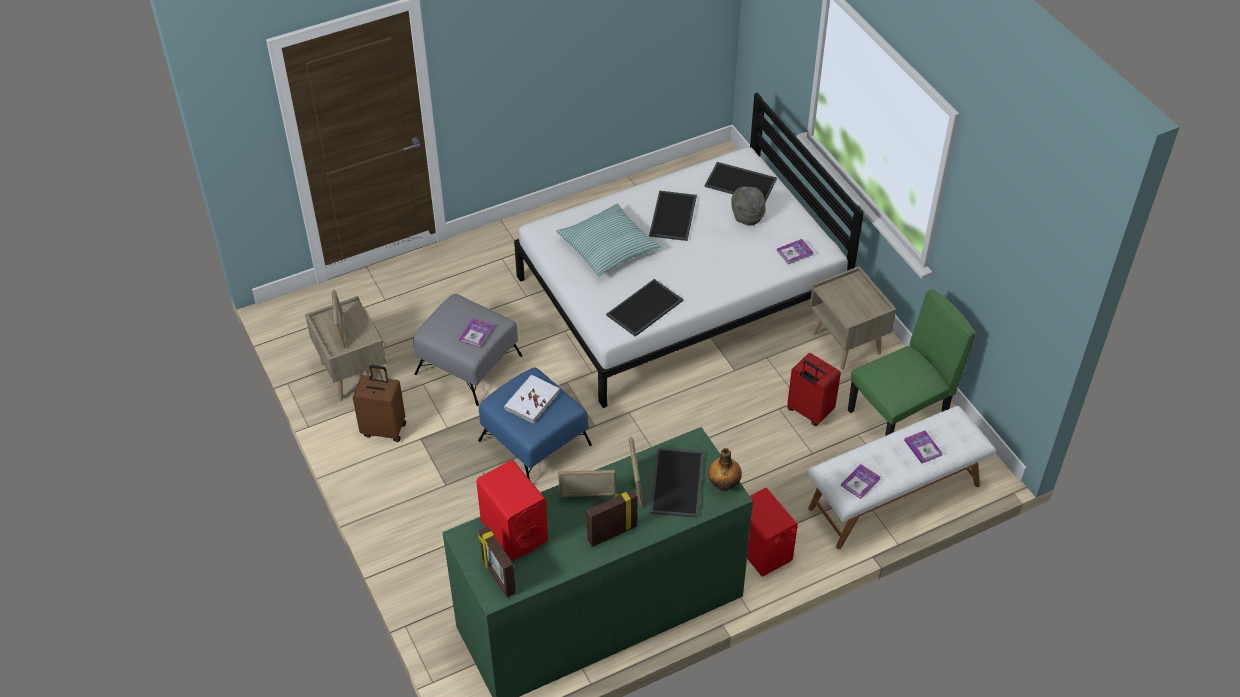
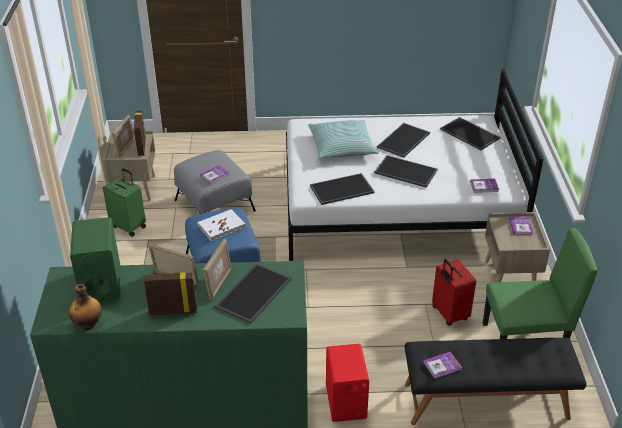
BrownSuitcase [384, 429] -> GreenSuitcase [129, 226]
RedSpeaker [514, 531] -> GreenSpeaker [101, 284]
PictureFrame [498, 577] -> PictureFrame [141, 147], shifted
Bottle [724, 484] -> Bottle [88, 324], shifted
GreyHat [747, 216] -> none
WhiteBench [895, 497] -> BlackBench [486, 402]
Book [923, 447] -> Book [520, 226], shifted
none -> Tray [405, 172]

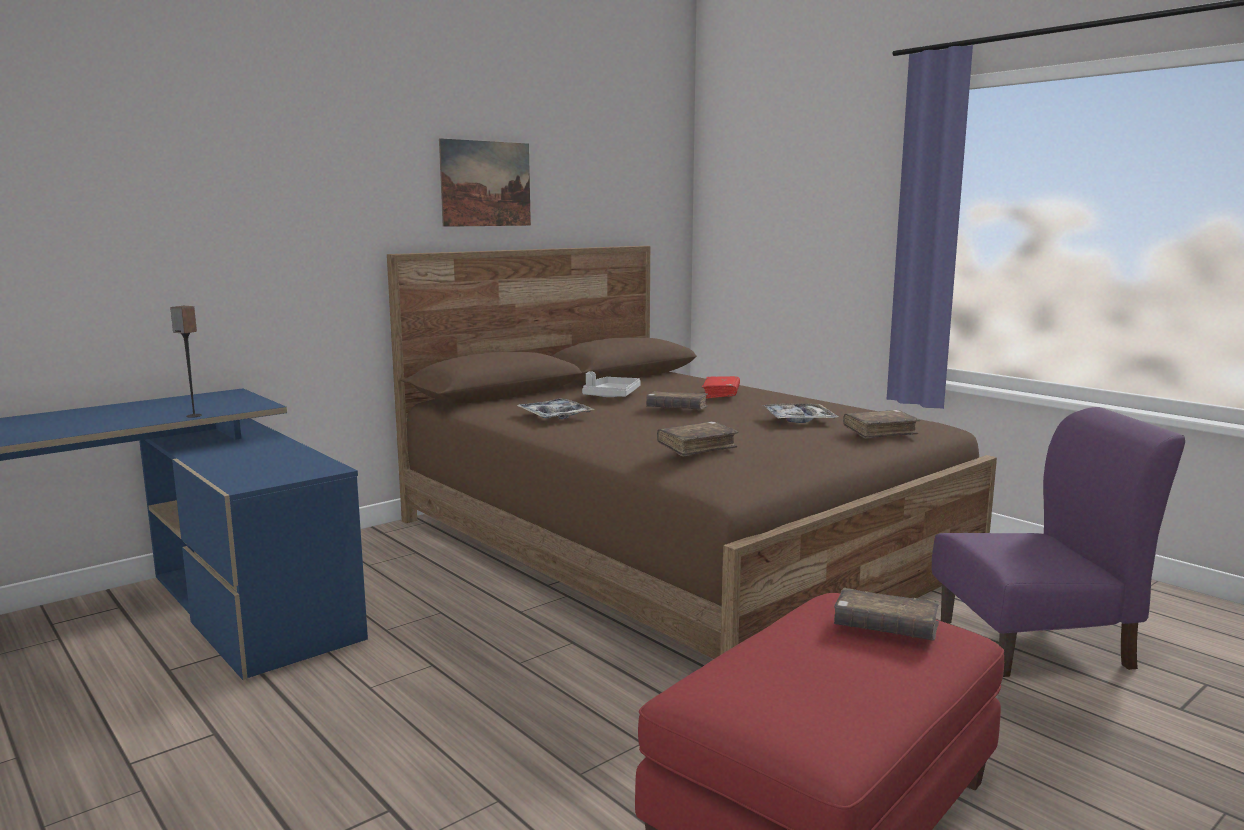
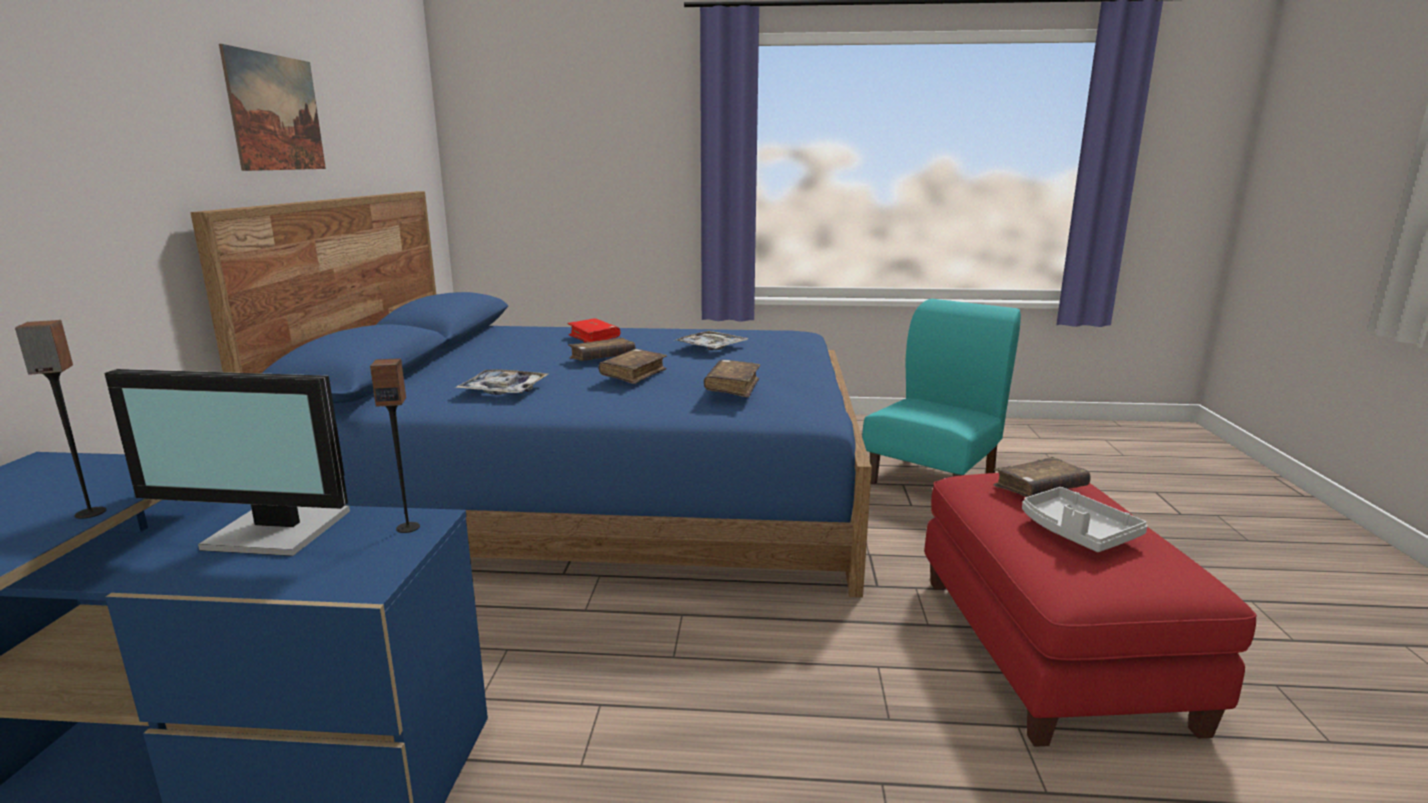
BrownBed [673, 542] -> BlueBed [601, 491]
GreyTray [611, 395] -> GreyTray [1076, 532], shifted
BrownBook [880, 432] -> BrownBook [633, 374], shifted
PurpleChair [1035, 643] -> TurquoiseChair [934, 477]
none -> Monitor [276, 532]
none -> Speaker [408, 527]

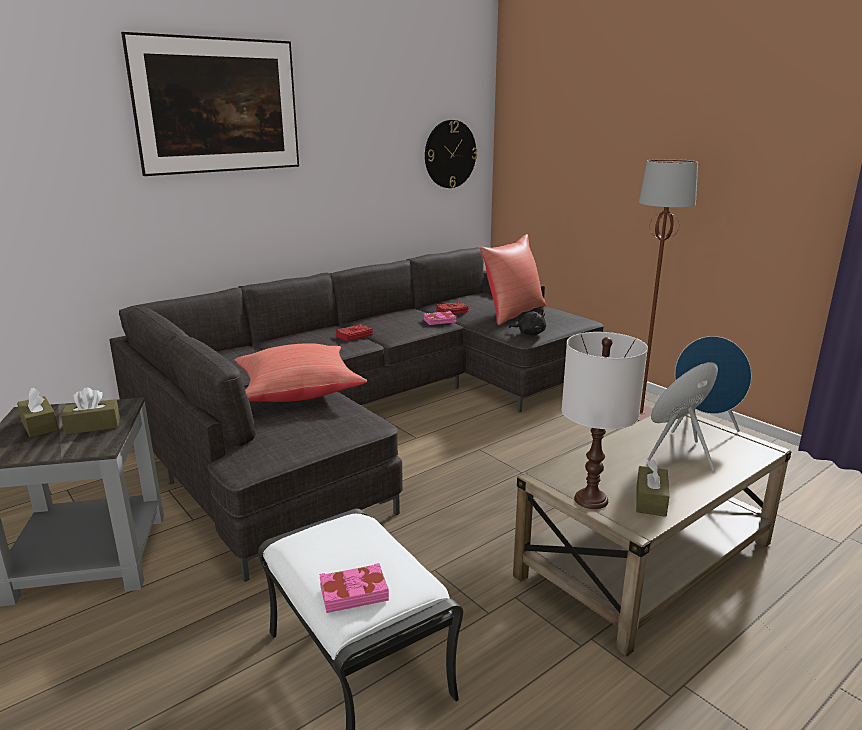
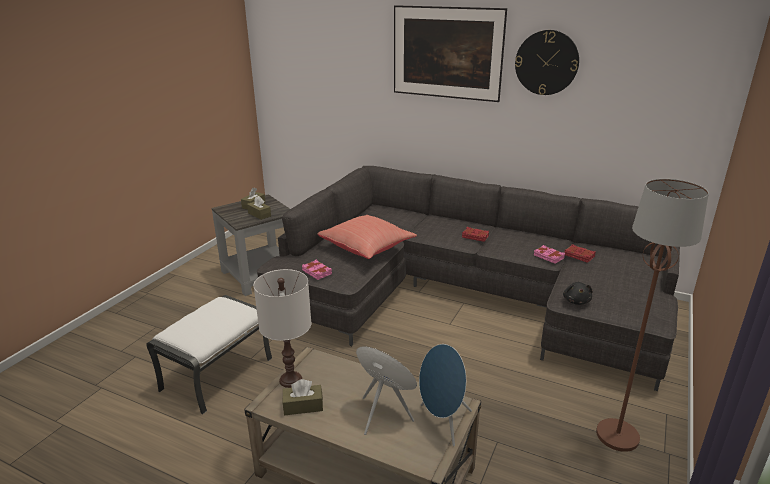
PinkBook [353, 593] -> PinkBook [317, 272], shifted
WallClock [450, 154] -> WallClock [546, 62], shifted
RedPillow [512, 313] -> none

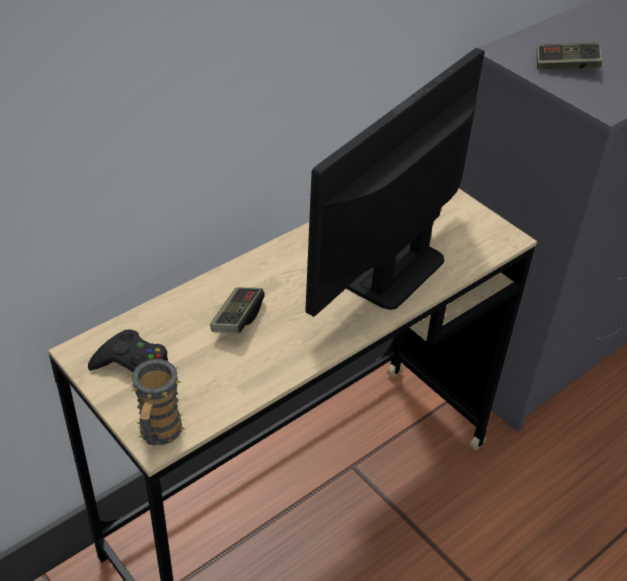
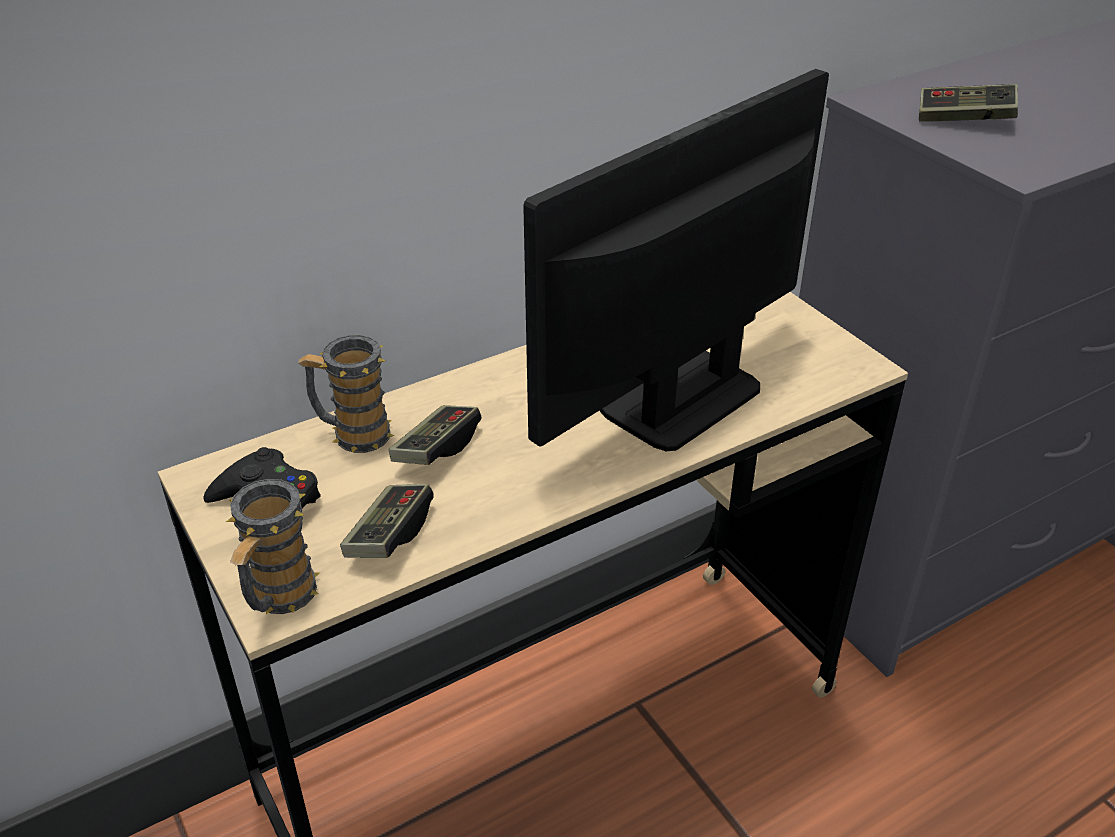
none -> Mug [352, 434]
none -> GameController [389, 535]

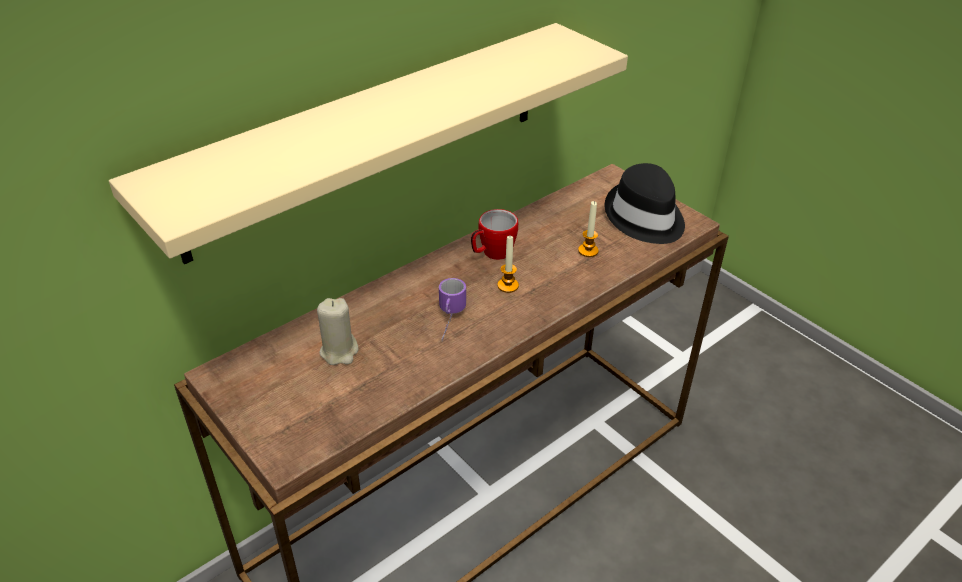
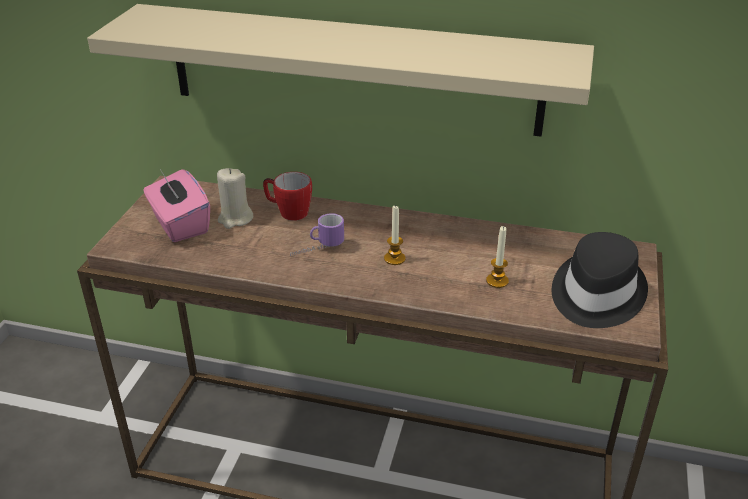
Mug [492, 254] -> Mug [288, 212], shifted
none -> PinkTissueBox [180, 224]

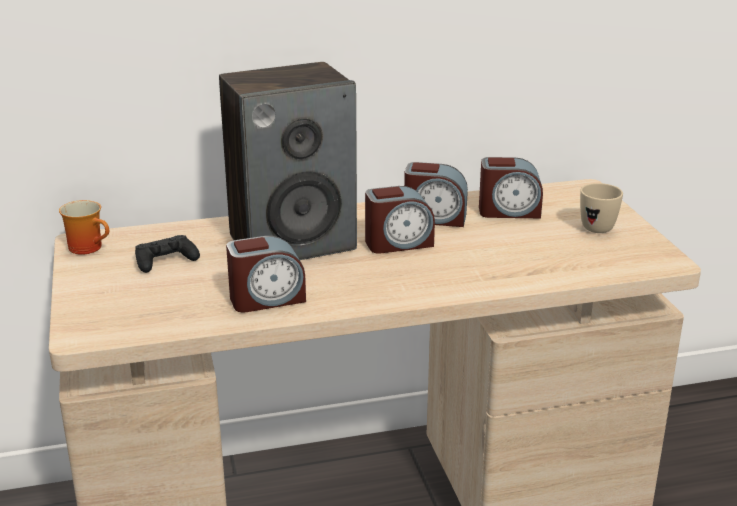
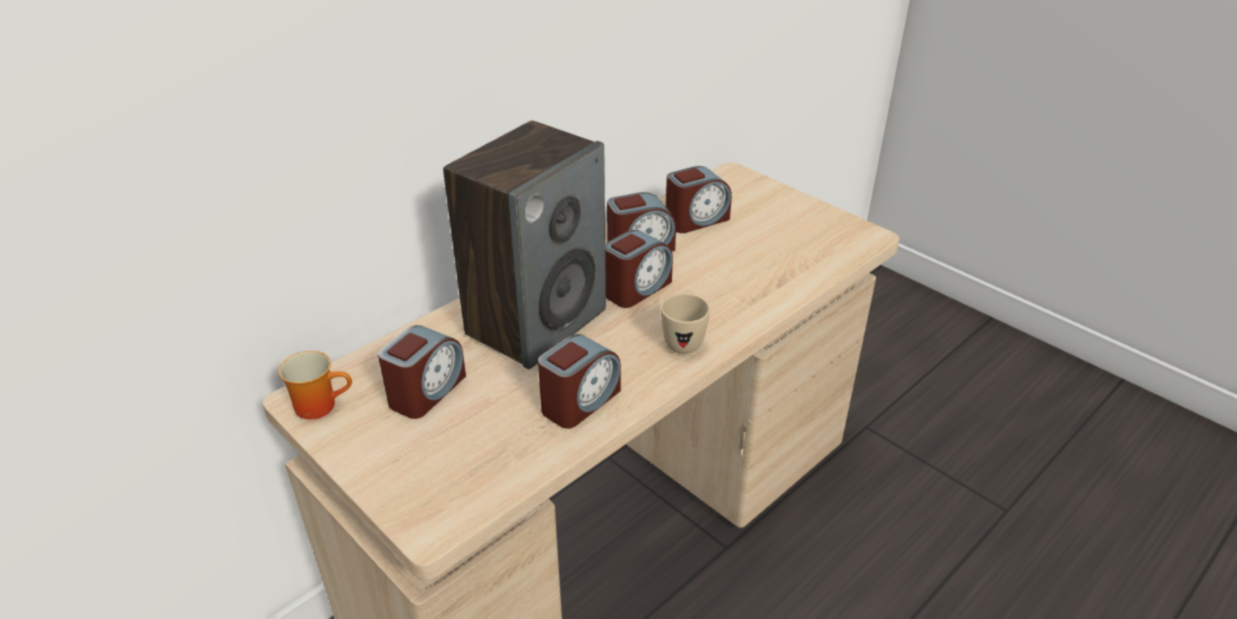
BlackGameController [165, 261] -> AlarmClock [426, 391]
BeigeMug [601, 226] -> BeigeMug [684, 340], shifted

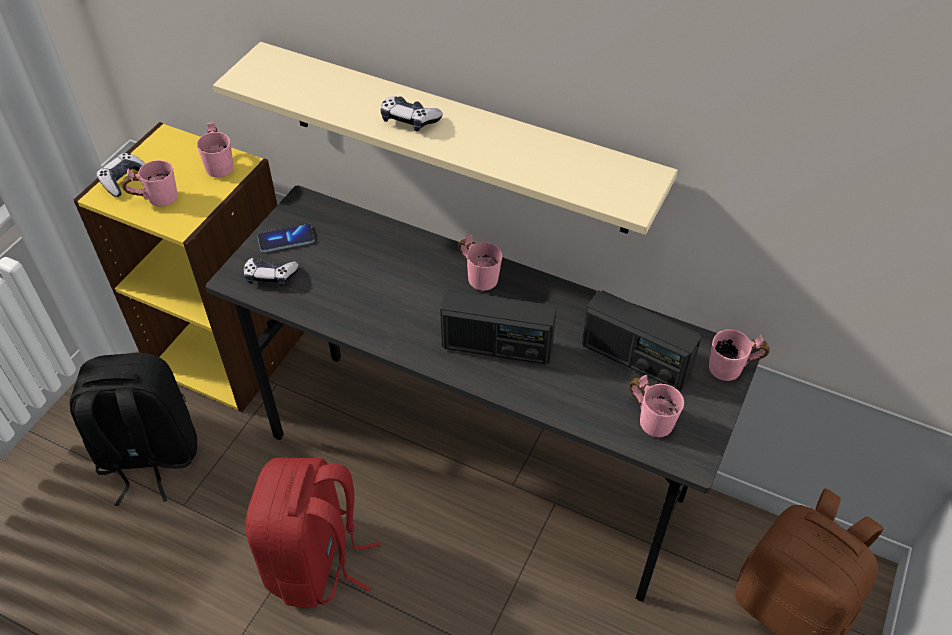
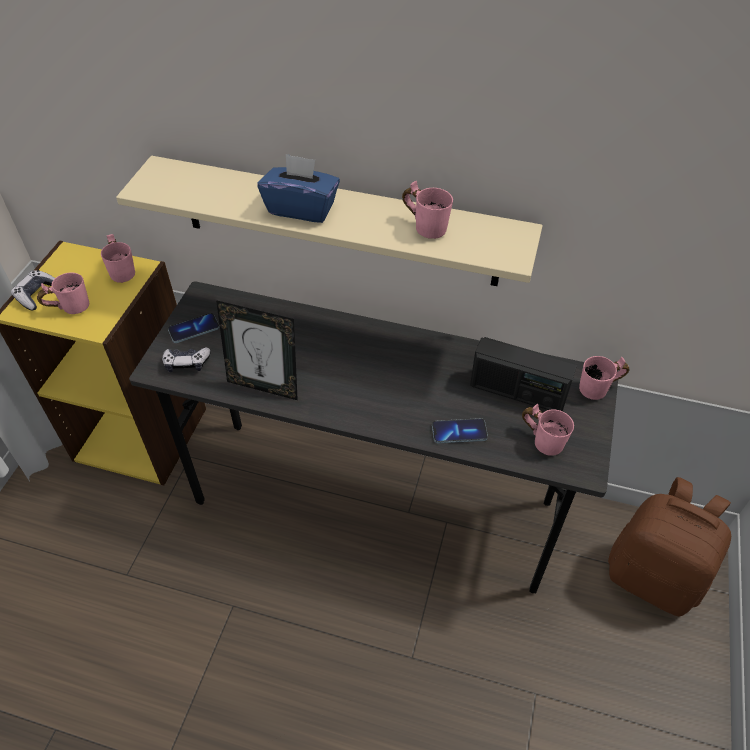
BlackBackpack [148, 456] -> none
RedBackpack [316, 561] -> none
GameController [409, 120] -> BlueTissueBox [301, 208]
Radio [497, 347] -> none
PinkMug [481, 275] -> PinkMug [427, 226], shifted
none -> PictureFrame [264, 386]
none -> Phone [459, 432]

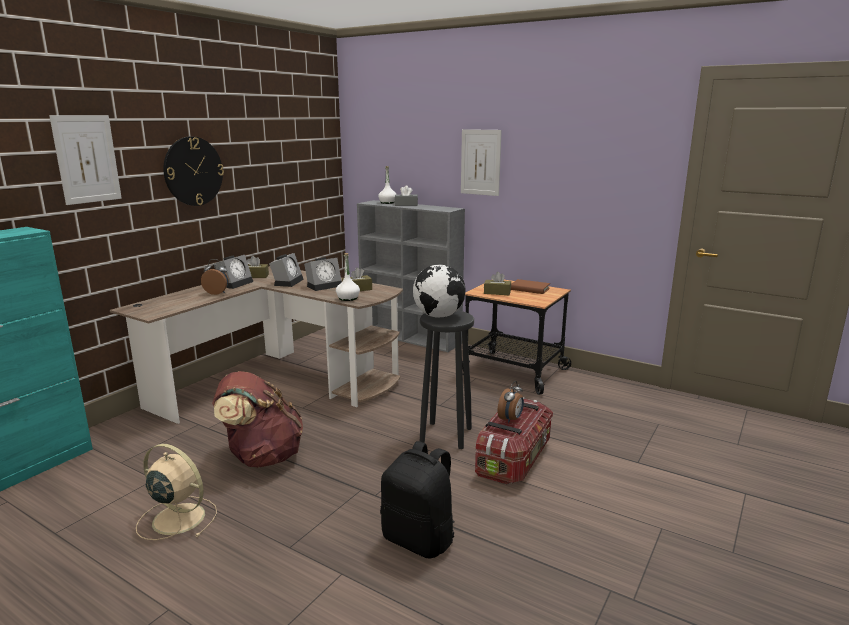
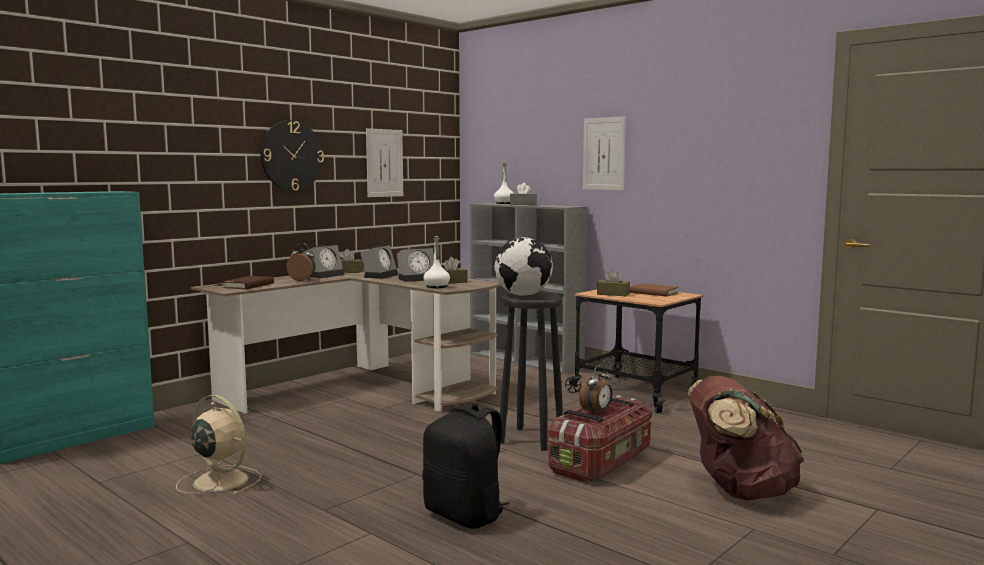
Picture [87, 159] -> Picture [384, 163], shifted
BrownBackpack [262, 457] -> BrownBackpack [739, 491], shifted
none -> BrownBook [249, 285]

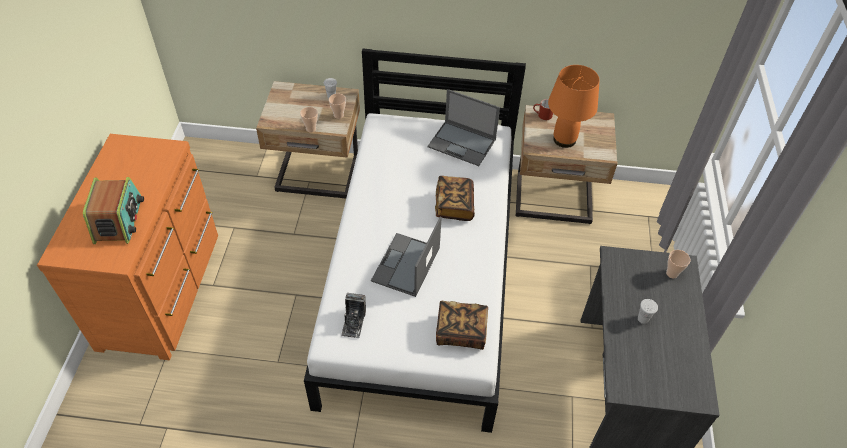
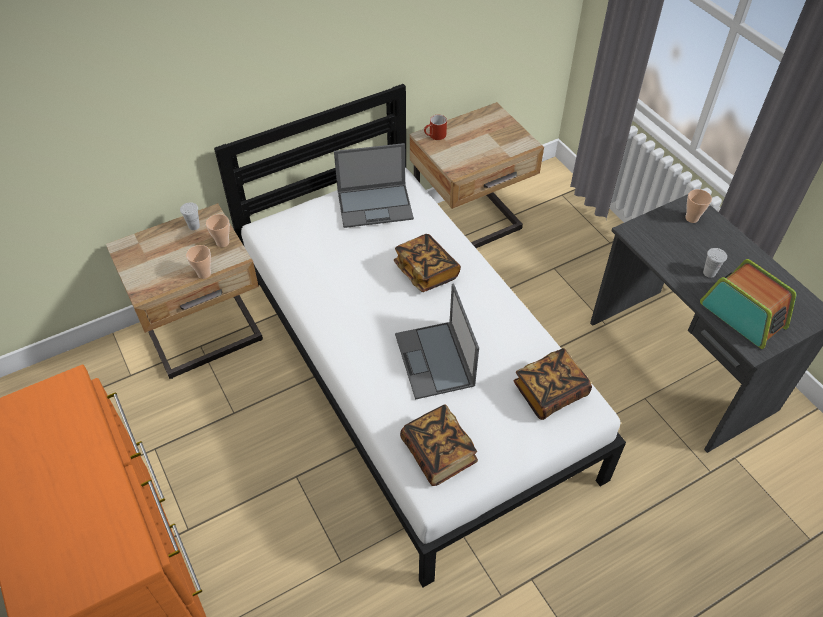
Radio [119, 220] -> Radio [743, 315], shifted
PhotoCamera [353, 322] -> Book [438, 453]
OrangeTableLamp [564, 140] -> none

